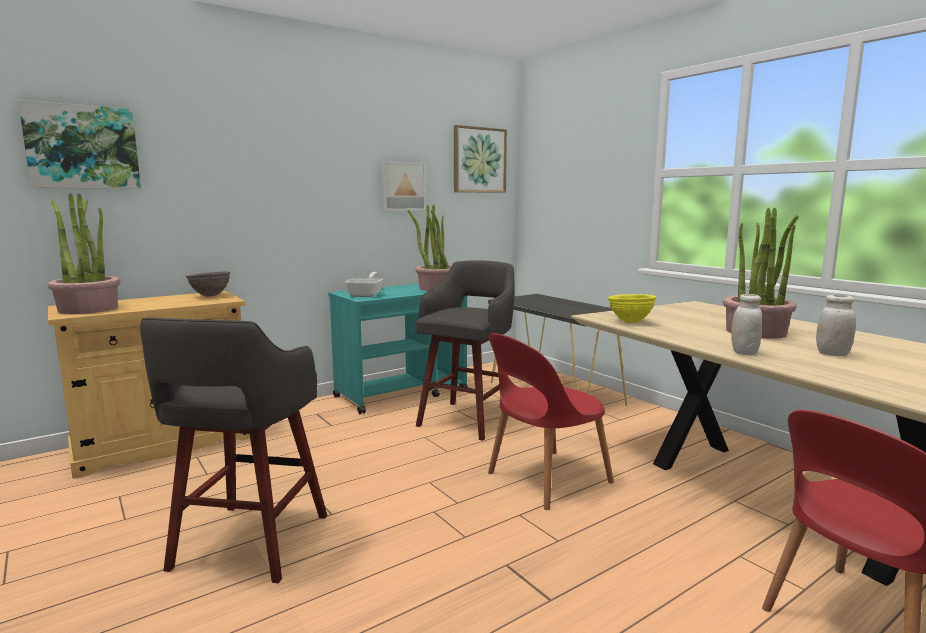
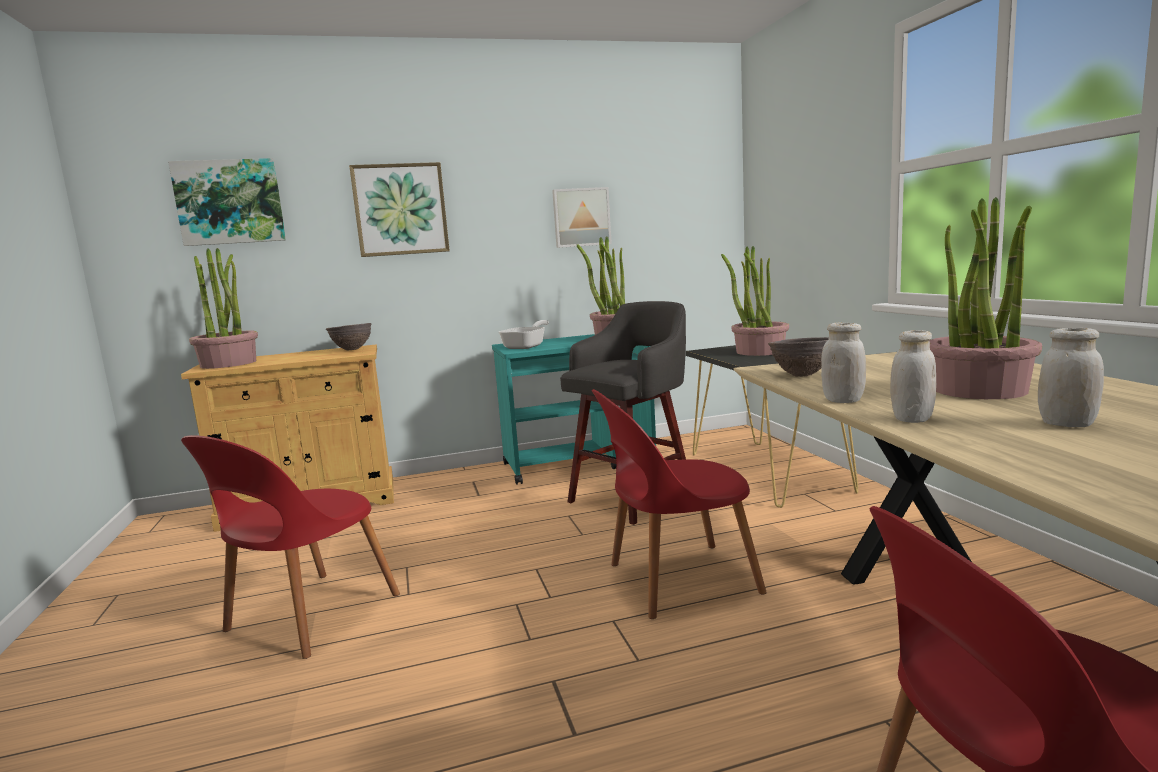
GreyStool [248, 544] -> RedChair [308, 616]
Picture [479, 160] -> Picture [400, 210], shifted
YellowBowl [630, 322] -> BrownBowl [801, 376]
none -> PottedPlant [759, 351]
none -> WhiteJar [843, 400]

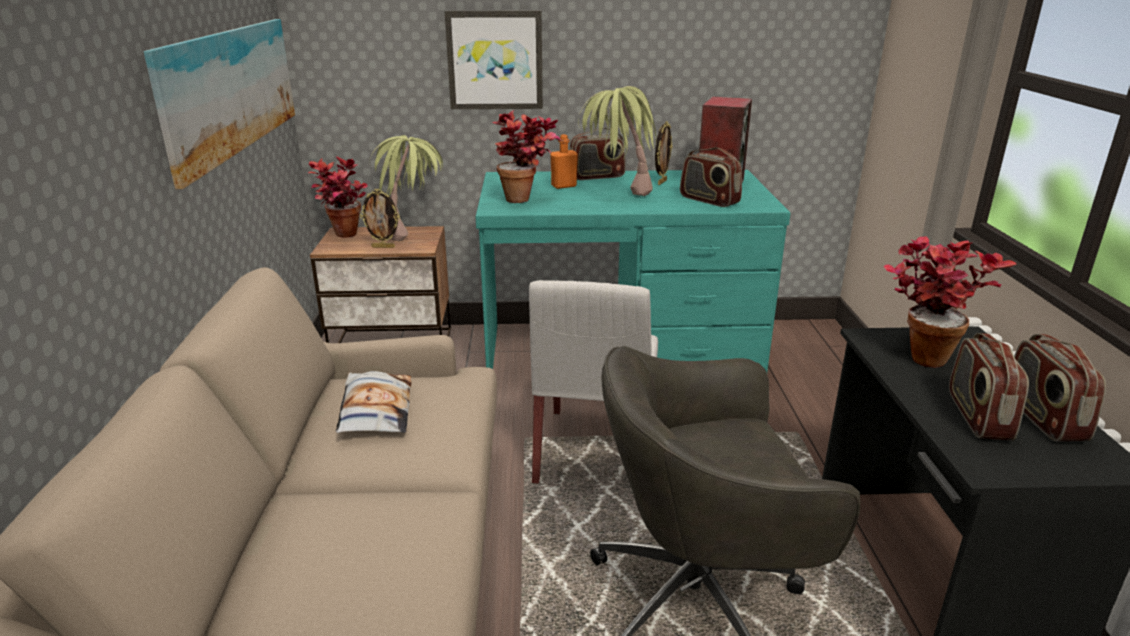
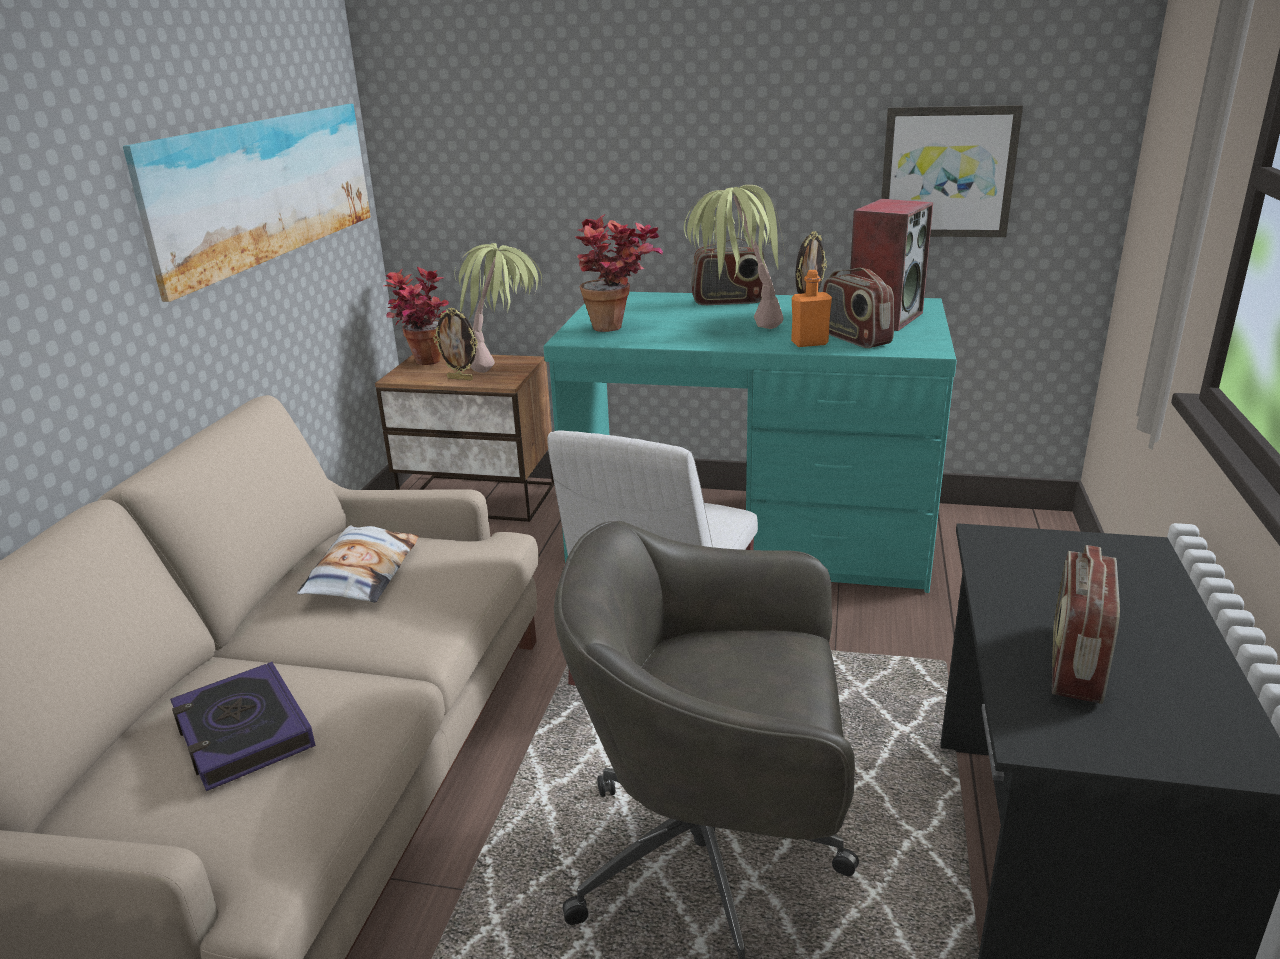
Picture [495, 60] -> Picture [947, 172], shifted
OrangeBottle [564, 186] -> OrangeBottle [809, 343], shifted
PottedPlant [922, 354] -> none
Radio [1042, 417] -> none
none -> Book [243, 733]

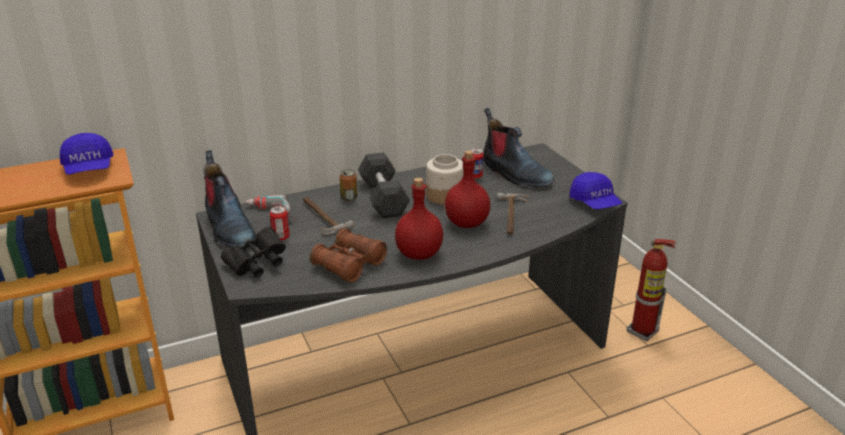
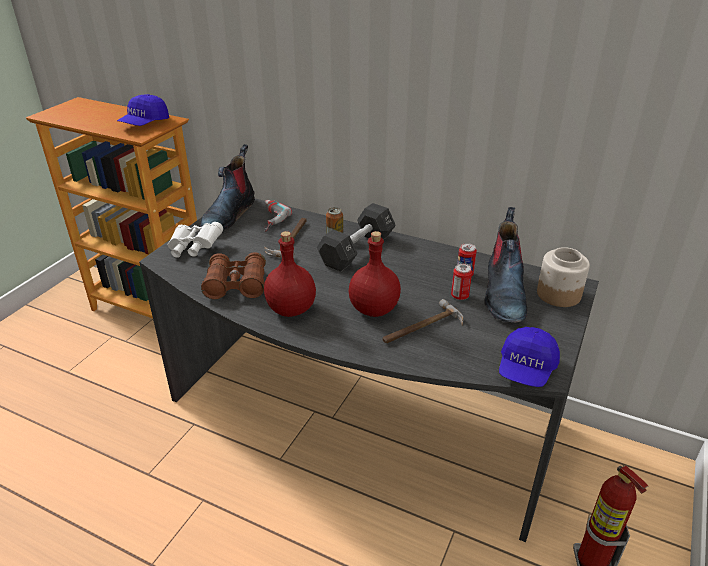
BlackBinoculars [257, 264] -> WhiteBinoculars [194, 249]
Can [281, 237] -> Can [459, 296], shifted
Jar [444, 196] -> Jar [558, 294], shifted

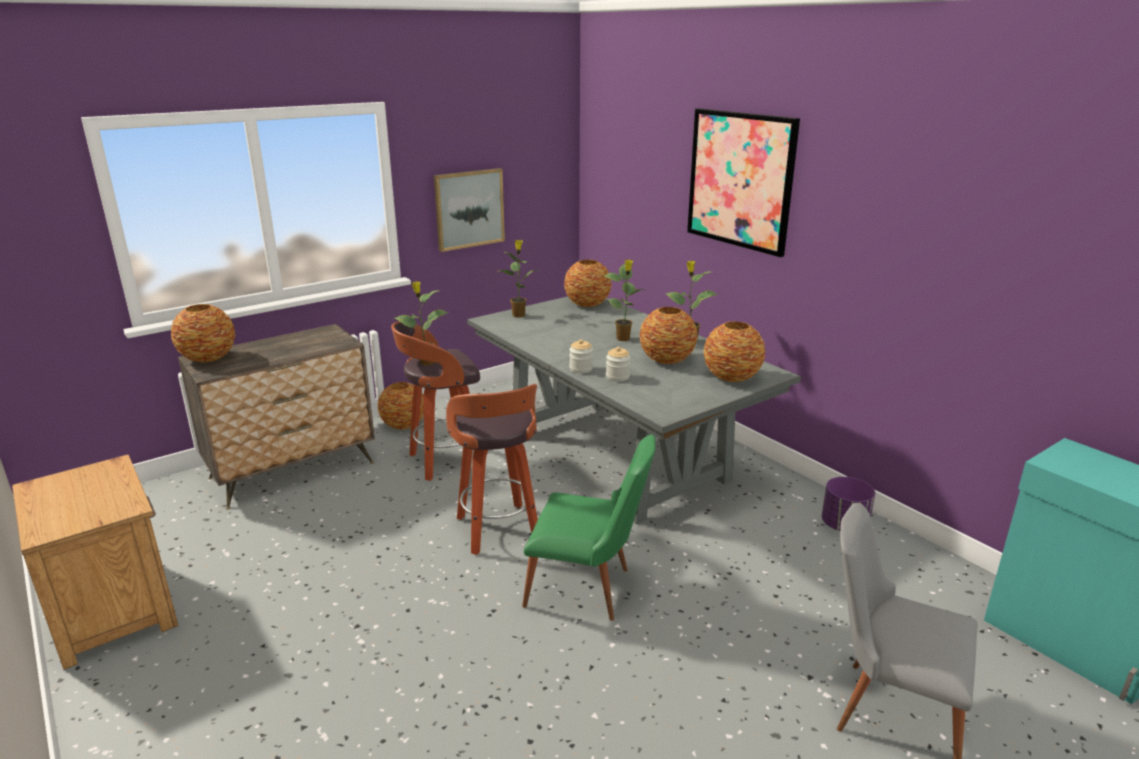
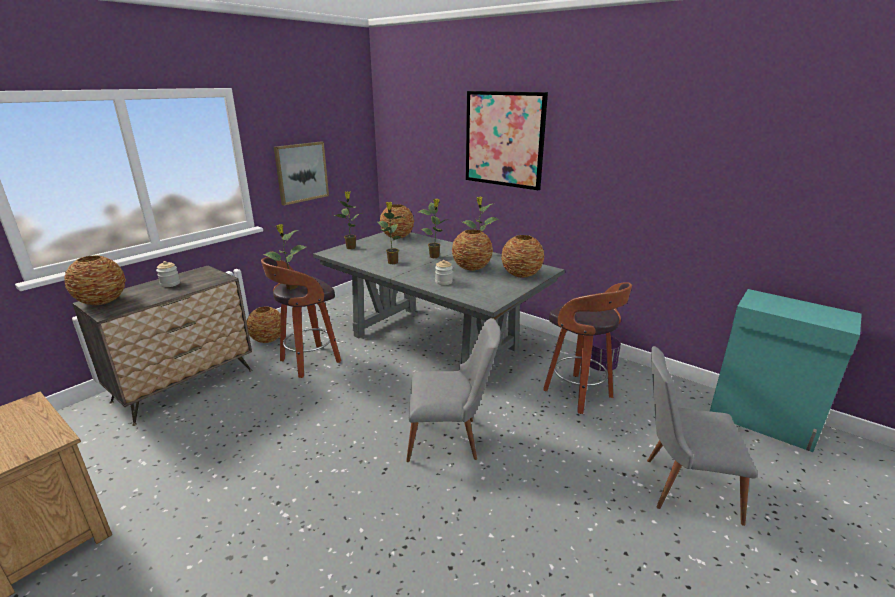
Stool [499, 531] -> Stool [579, 394], shifted
GreenChair [588, 590] -> GreyChair [450, 440]
Jar [581, 369] -> Jar [170, 284], shifted
none -> PottedPlant [392, 262]

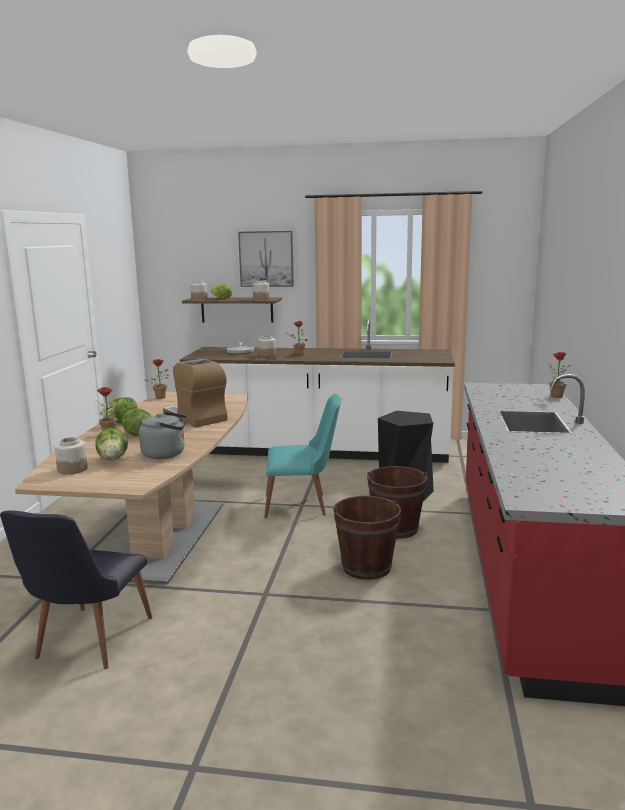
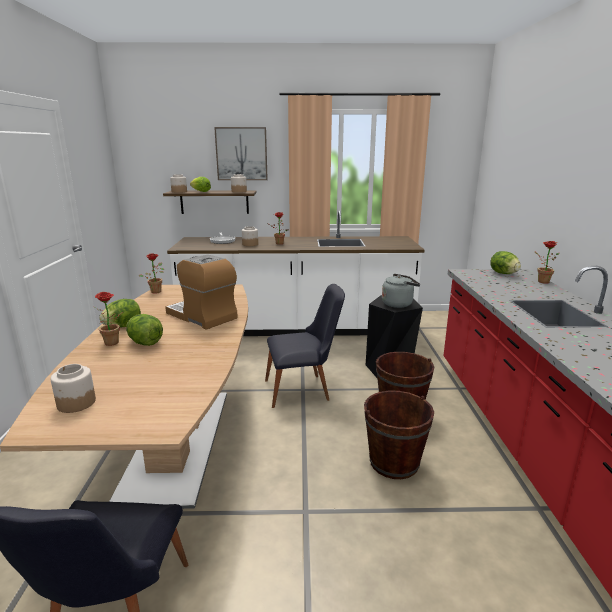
Lettuce [113, 459] -> Lettuce [503, 273], shifted
GreyKettle [166, 454] -> GreyKettle [398, 304], shifted
TurquoiseChair [302, 506] -> BlackChair [304, 390]

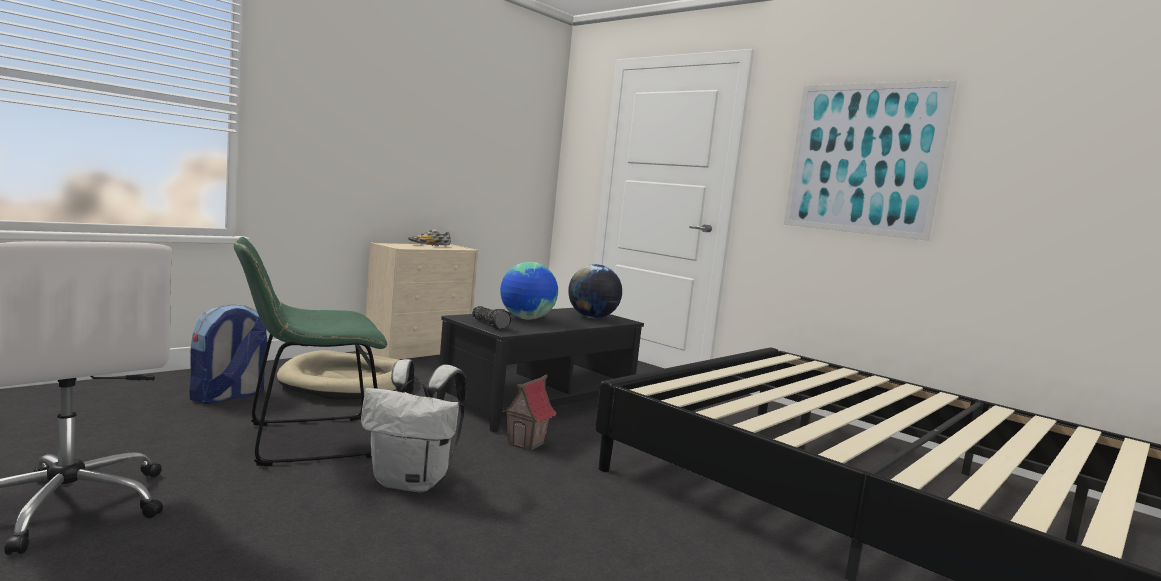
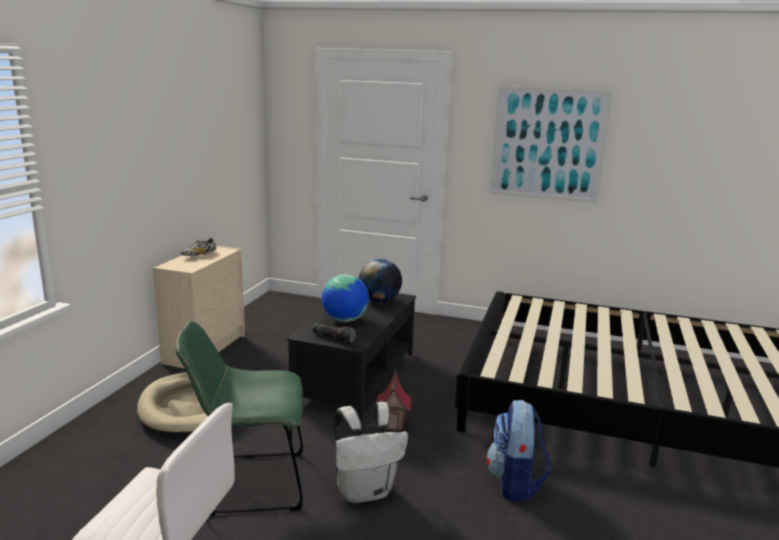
Backpack [227, 396] -> Backpack [515, 483], shifted
GreenChair [305, 441] -> GreenChair [248, 483], 45 degrees clockwise

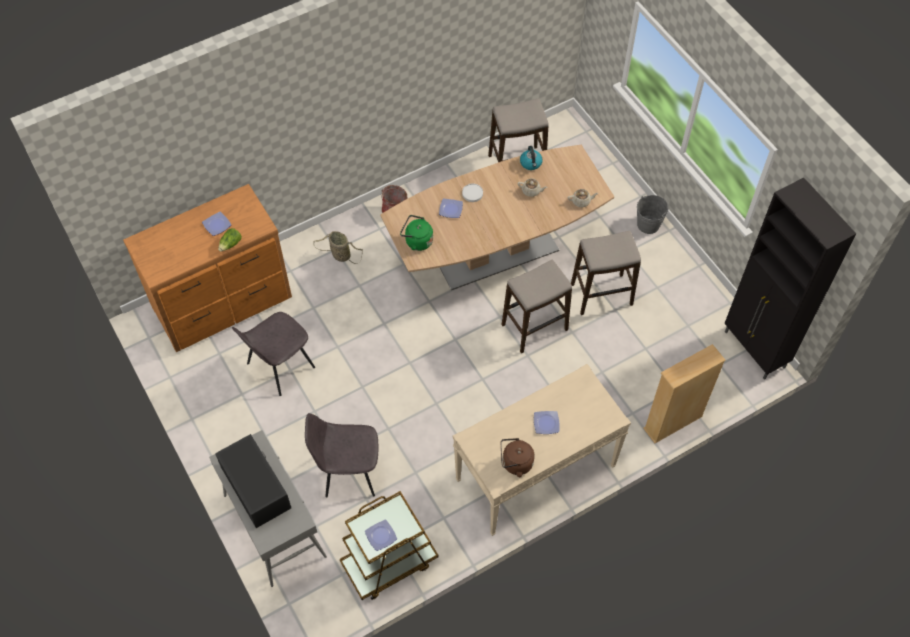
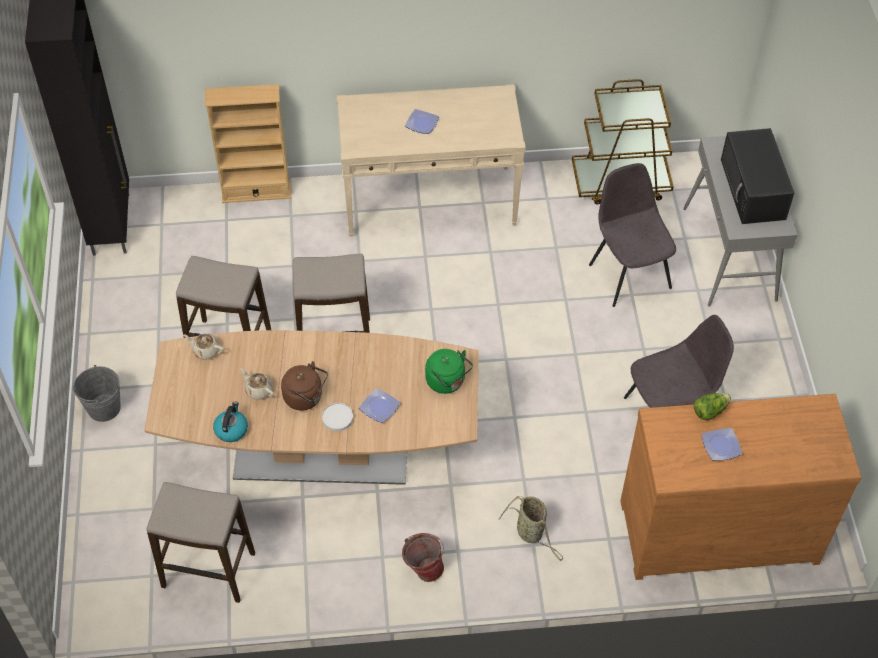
GreyChair [348, 471] -> GreyChair [629, 274], 135 degrees counterclockwise
Plate [380, 536] -> none
BrownKettle [515, 463] -> BrownKettle [305, 397], shifted

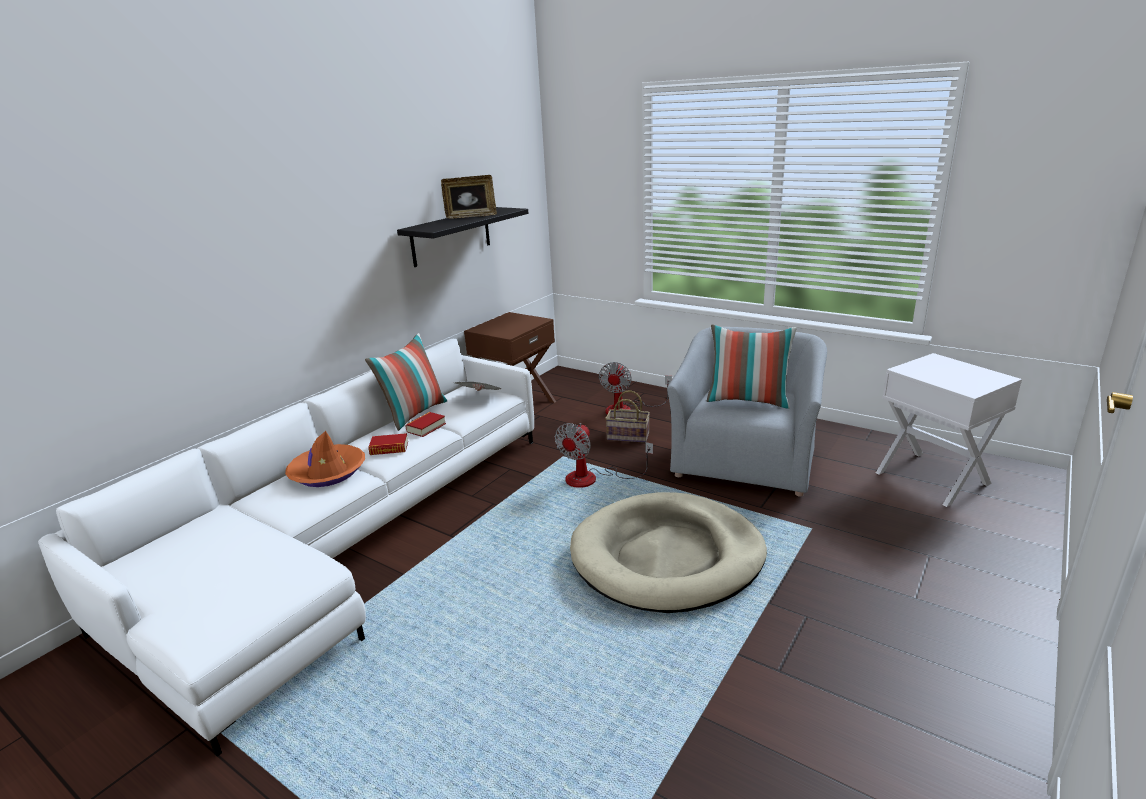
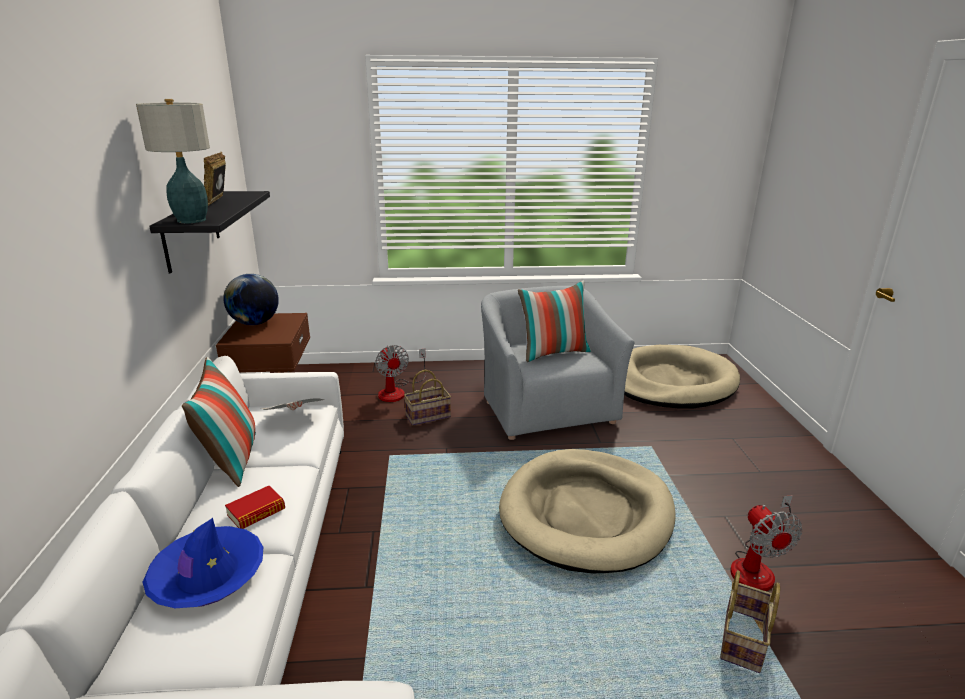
OrangeHat [327, 472] -> BlueHat [207, 576]
Book [426, 427] -> none
PictureFrame [471, 216] -> PictureFrame [218, 203], 135 degrees clockwise
Fan [592, 478] -> Fan [758, 566], shifted
WhiteSideTable [931, 478] -> BeigeDogBed [671, 382]
none -> TableLamp [192, 220]
none -> Globe [255, 323]
none -> Basket [744, 642]

